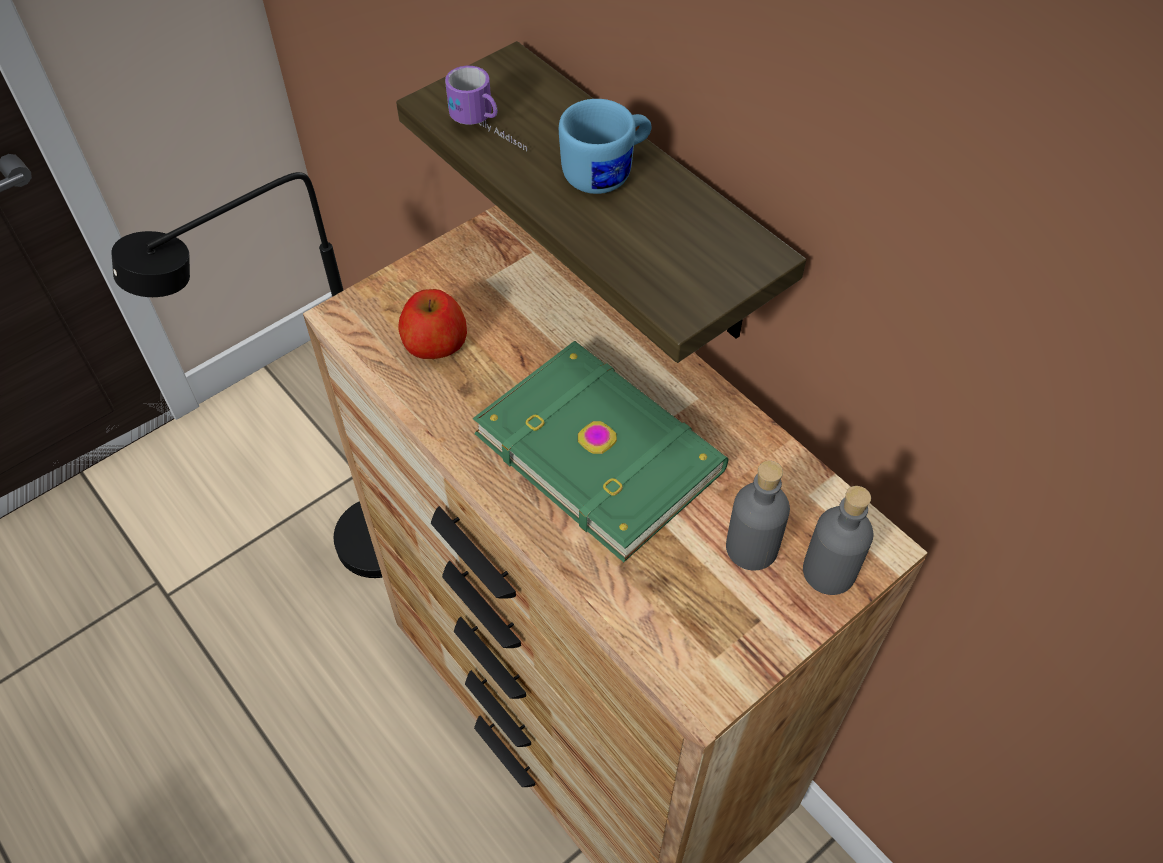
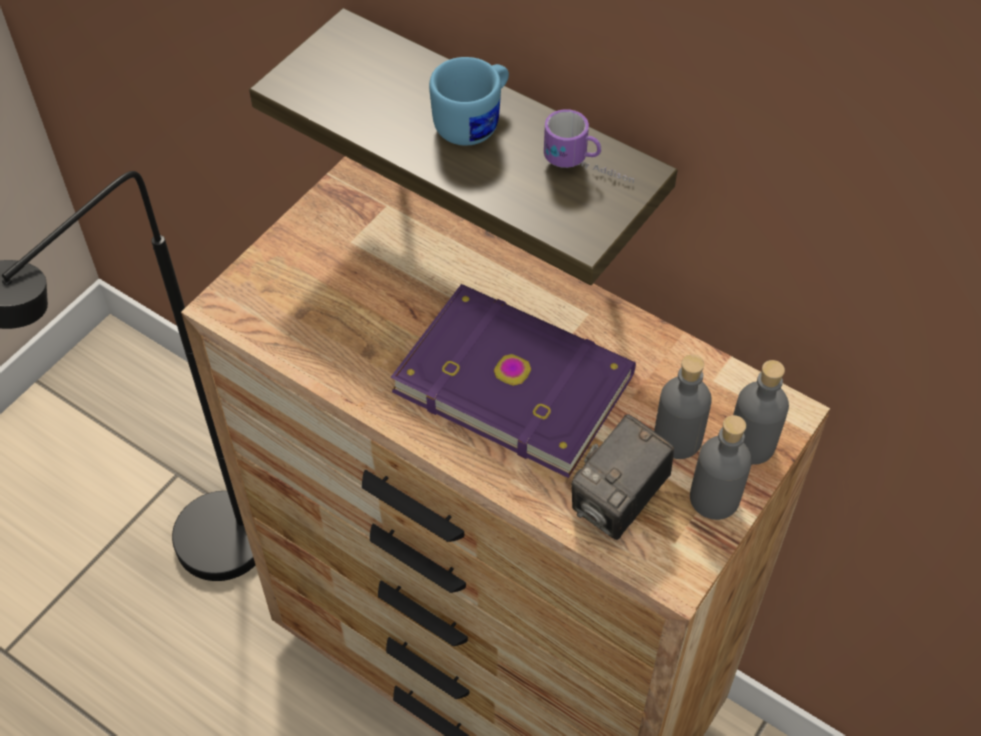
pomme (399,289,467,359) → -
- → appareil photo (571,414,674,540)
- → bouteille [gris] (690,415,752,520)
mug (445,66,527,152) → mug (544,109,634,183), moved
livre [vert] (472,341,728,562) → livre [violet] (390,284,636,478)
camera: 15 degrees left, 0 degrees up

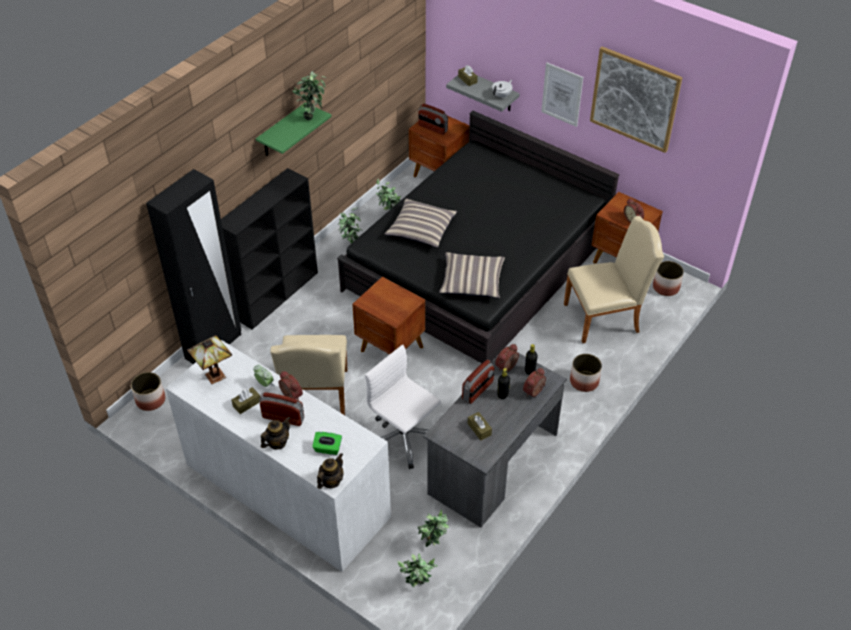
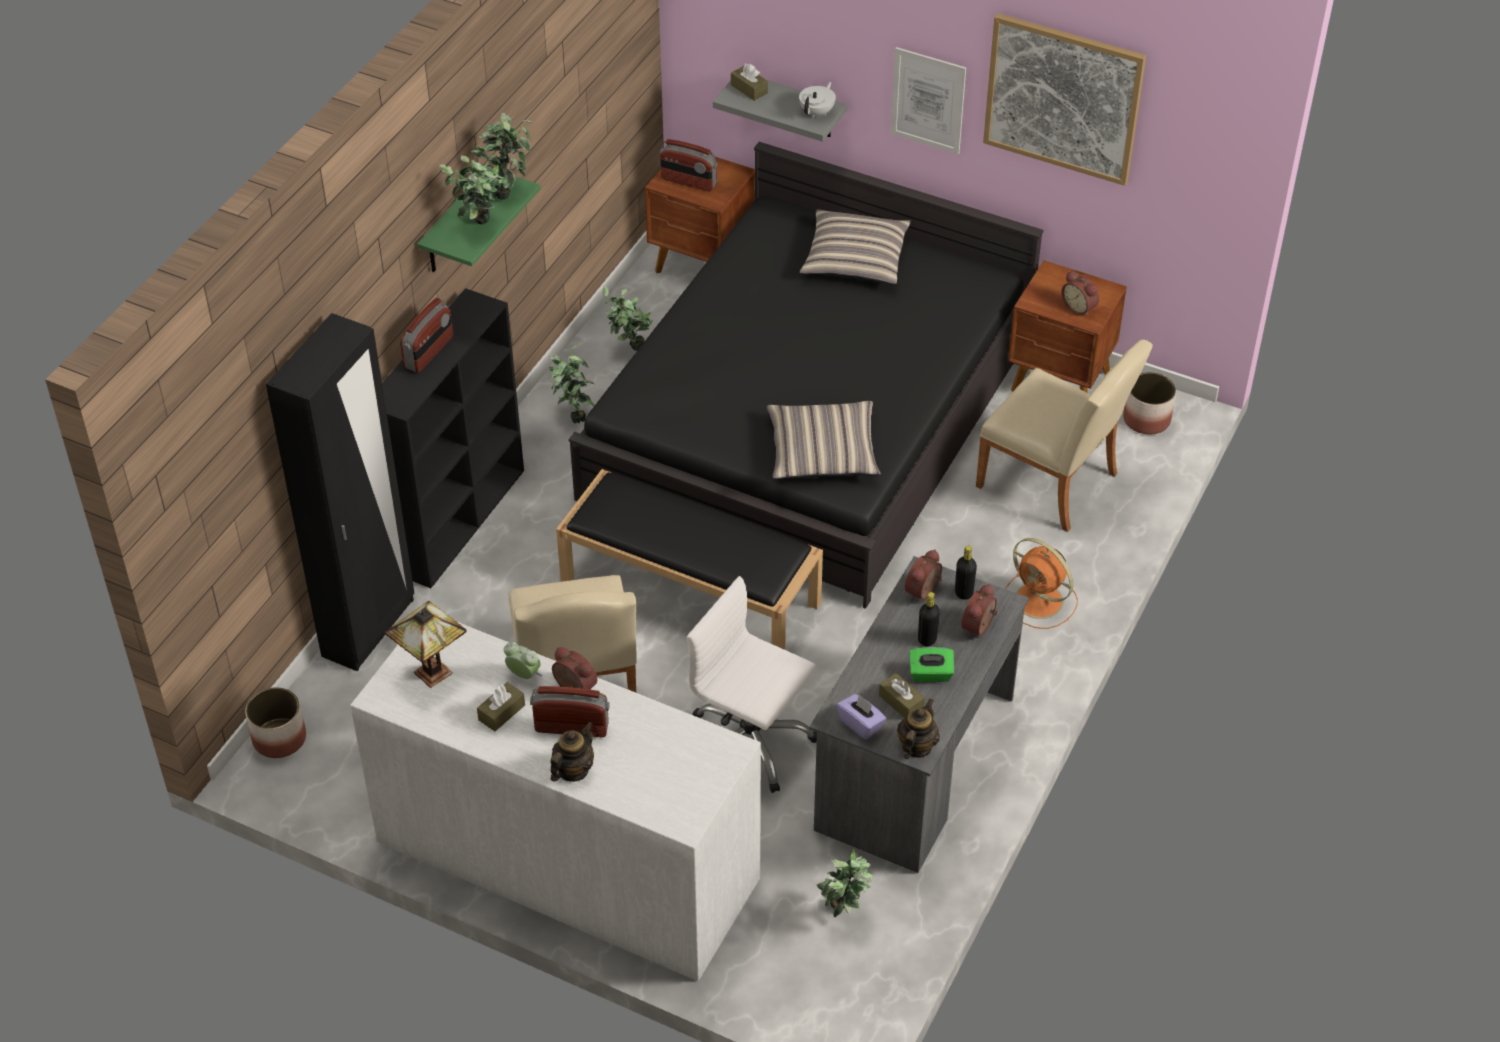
- → boîte à mouchoirs [violet] (836,694,886,740)
boîte à mouchoirs [vert] (312,432,342,455) → boîte à mouchoirs [vert] (909,647,954,682), moved
théière (317,453,343,489) → théière (897,698,940,759), moved
coussin (385,198,457,248) → coussin (800,210,911,284), moved
plante en pot (397,554,438,587) → plante en pot (439,156,505,224), moved
radio (462,360,494,404) → radio (400,298,453,373), moved
table de chevet [marron] (352,277,425,354) → banc [noir] (556,469,823,650)
cache-pot (570,354,602,392) → ventilateur [orange] (1005,538,1078,629)
chaise [beige] (564,216,664,343) → chaise [beige] (976,339,1153,532), 60 degrees clockwise
camera: 10 degrees left, 0 degrees up

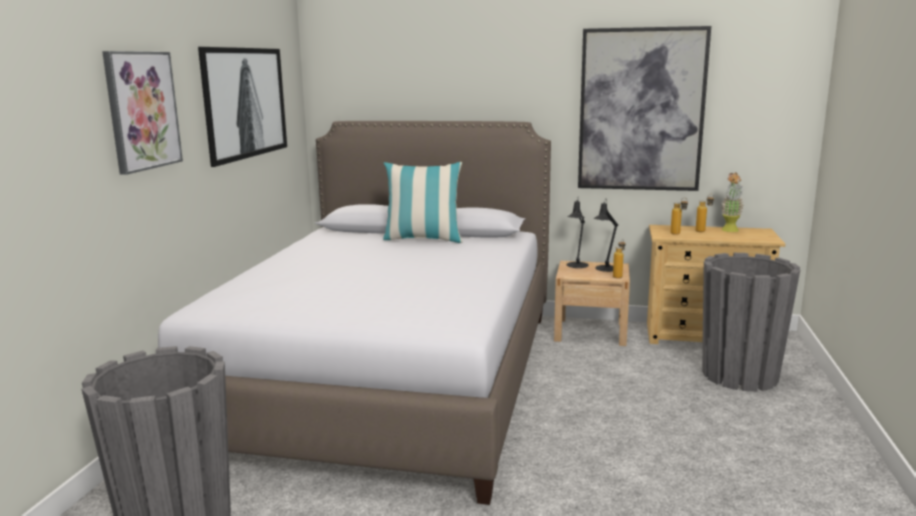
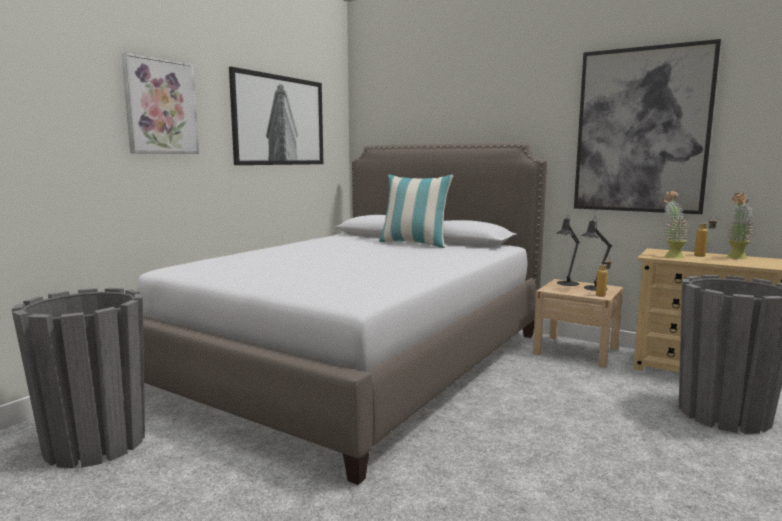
bouteille (670,198,688,235) → plante en pot (664,191,690,259)
camera: 20 degrees right, 5 degrees down

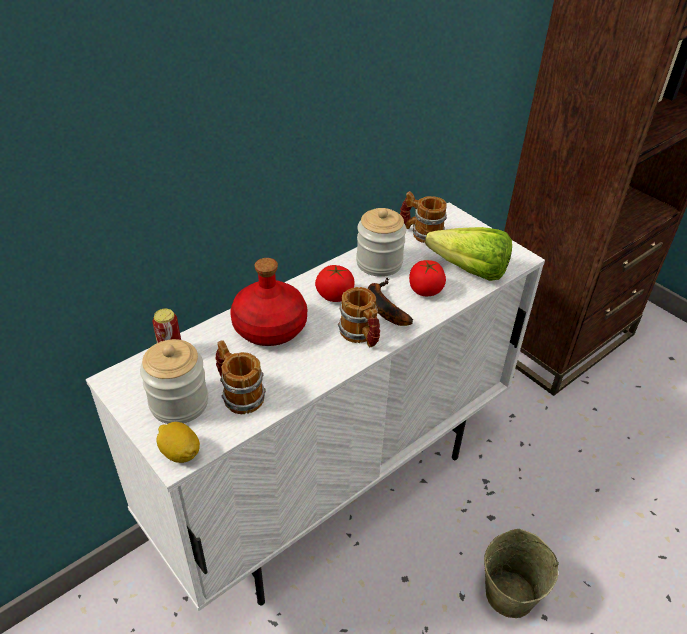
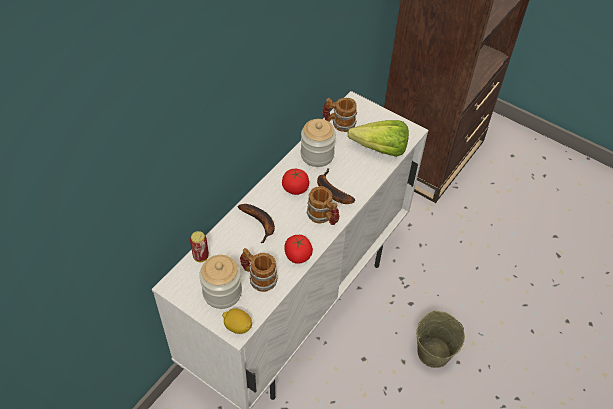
tomate (409,260,446,296) → tomate (284,235,313,264), moved
bouteille [rouge] (230,258,307,346) → banane (238,204,275,243)
camera: 15 degrees left, 10 degrees up

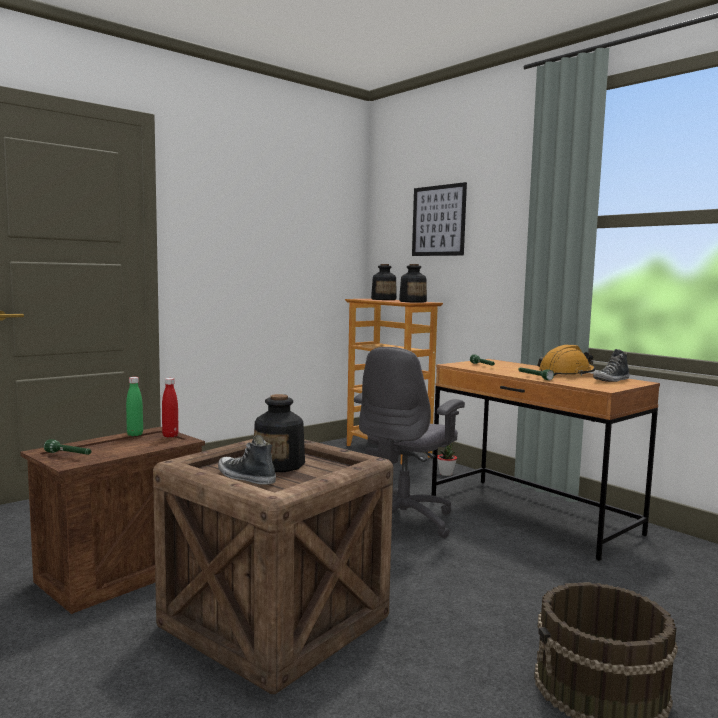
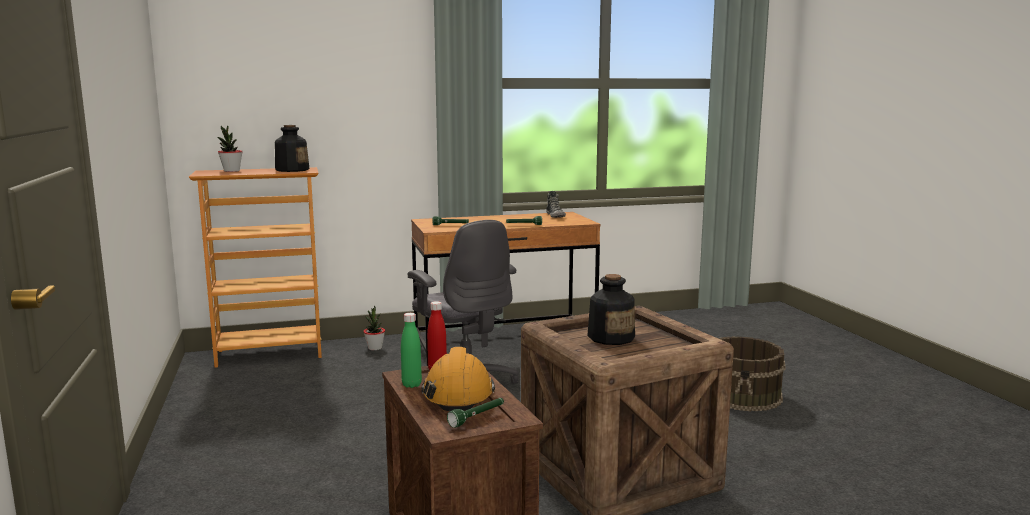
chaussure (218,435,276,485) → -
tableau (412,182,467,256) → -
casque de chantier [orange] (537,345,595,376) → casque de chantier [orange] (421,347,495,411), moved
bouteille (371,264,397,300) → plante en pot (218,126,243,172)
camera: 65 degrees left, 5 degrees up

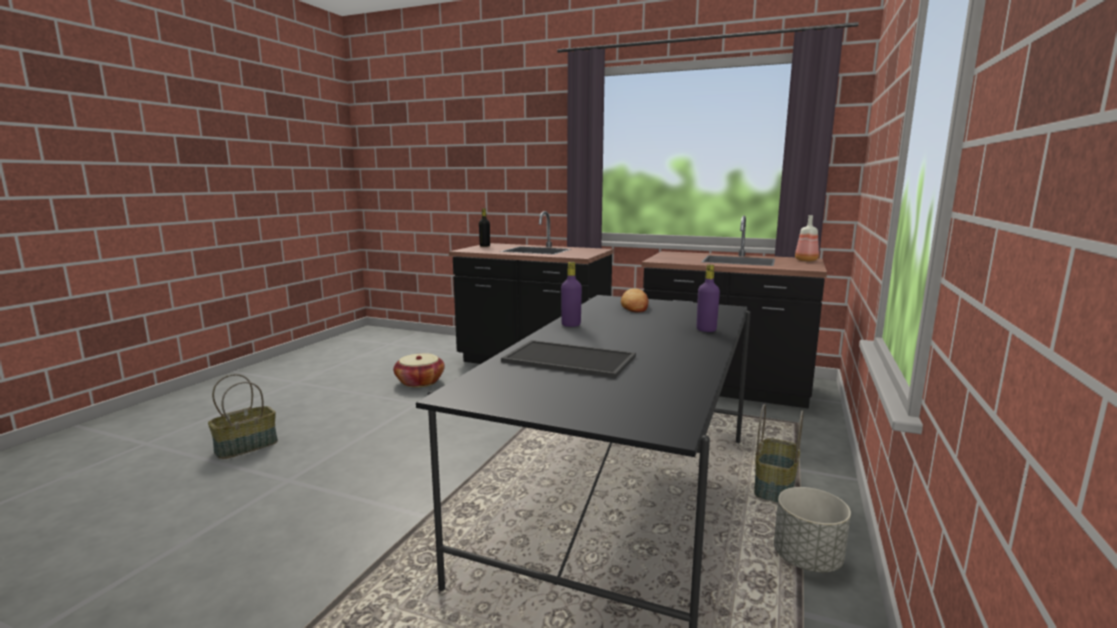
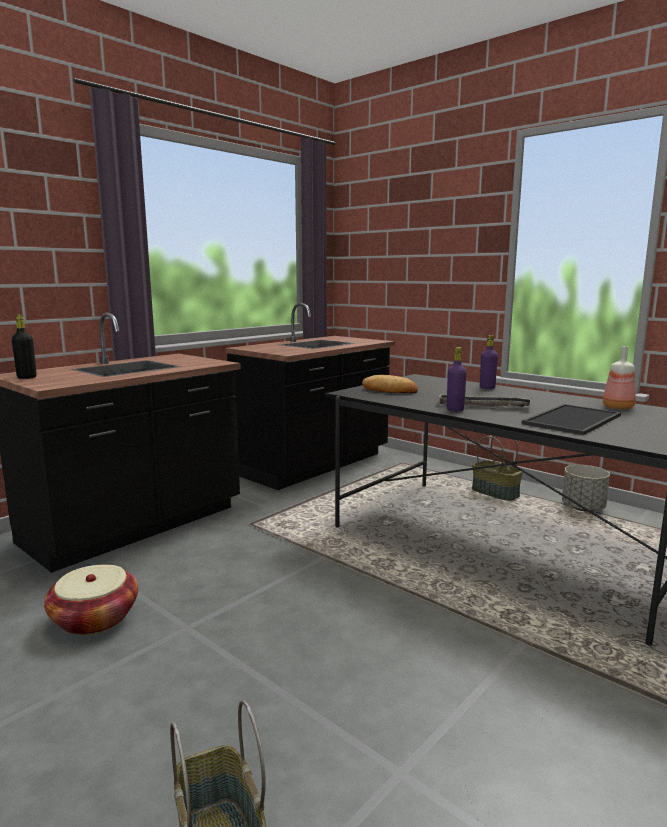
- → plateau (437,395,531,407)
bouteille (795,215,819,261) → bouteille (603,346,636,409), moved
camera: 70 degrees left, 0 degrees up

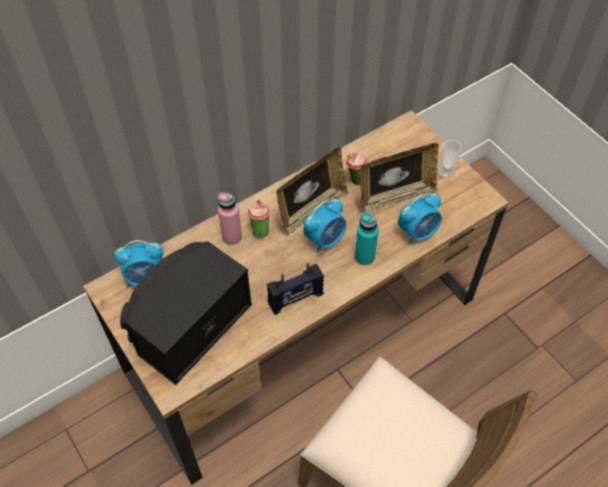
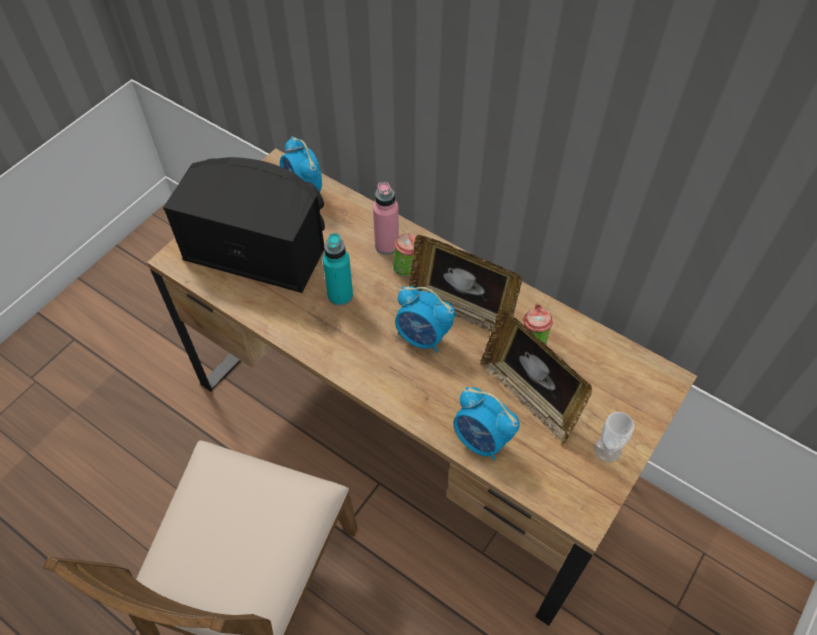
radio (267,263,324,315) → -
bouteille [turquoise] (355,213,379,265) → bouteille [turquoise] (322,233,353,306), moved
camera: 70 degrees right, 0 degrees up

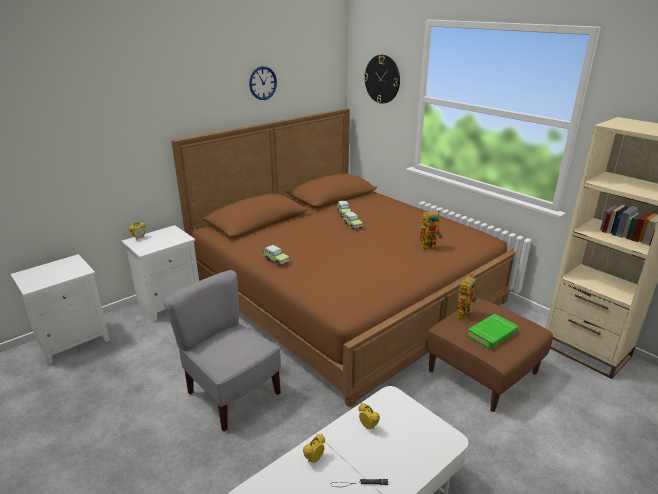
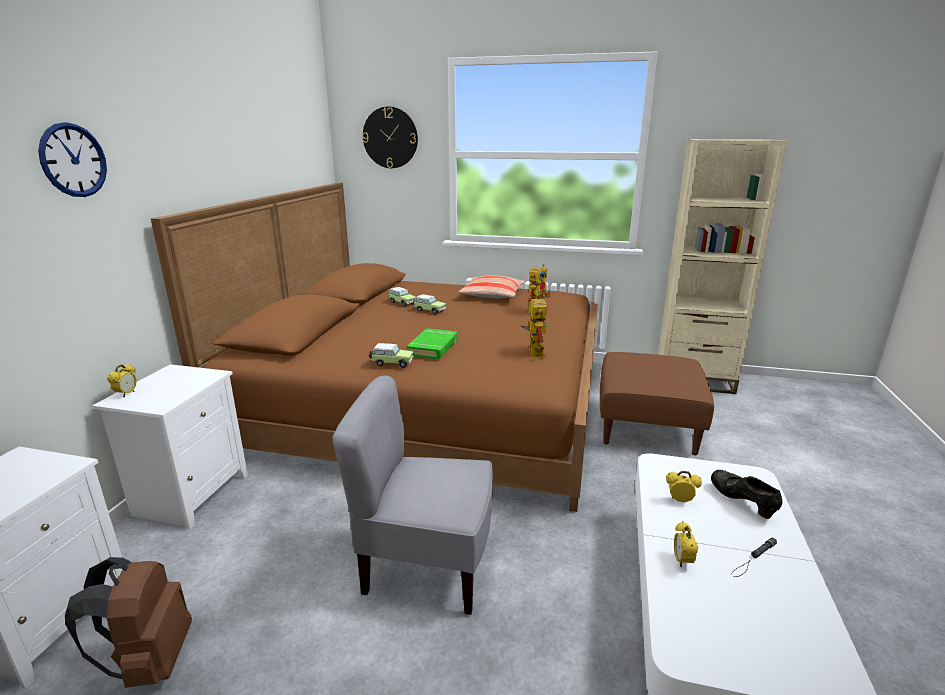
- → sac à dos [marron] (65,557,192,688)
- → coussin (458,276,525,298)
- → chaussure [noir] (711,470,782,519)
horloge murale (249,66,277,100) → horloge murale (38,122,107,197), moved
robot jouet (456,274,478,321) → robot jouet (521,295,547,357), moved
livre [vert] (467,313,518,349) → livre [vert] (407,328,457,360), moved
camera: 35 degrees left, 5 degrees down

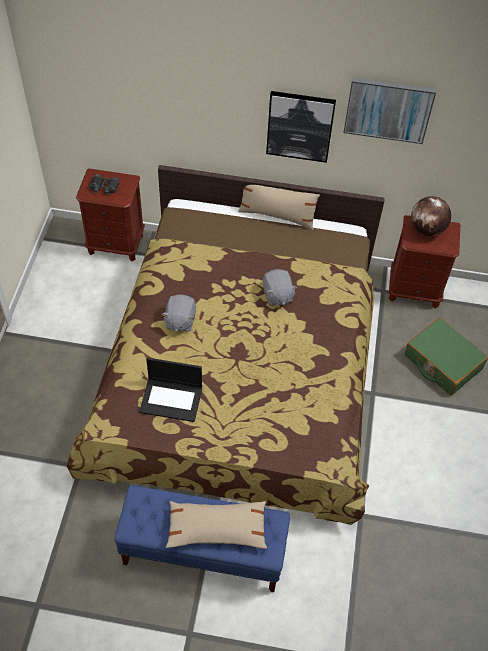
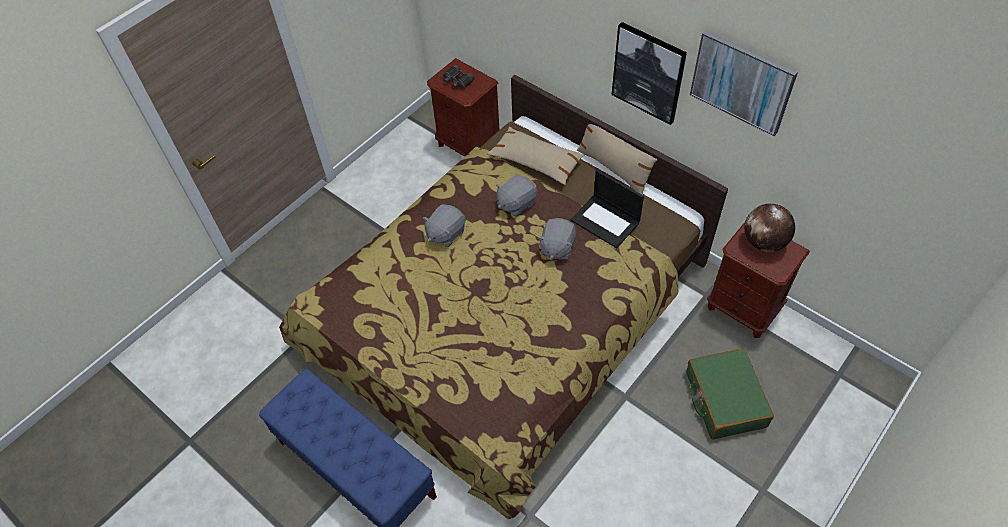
- → peluche [gris] (496,175,537,217)
ordinateur portable (139,357,202,422) → ordinateur portable (571,170,644,248), moved
coussin [beige] (166,501,267,549) → coussin [beige] (487,127,585,185), moved
camera: 35 degrees right, 0 degrees up

